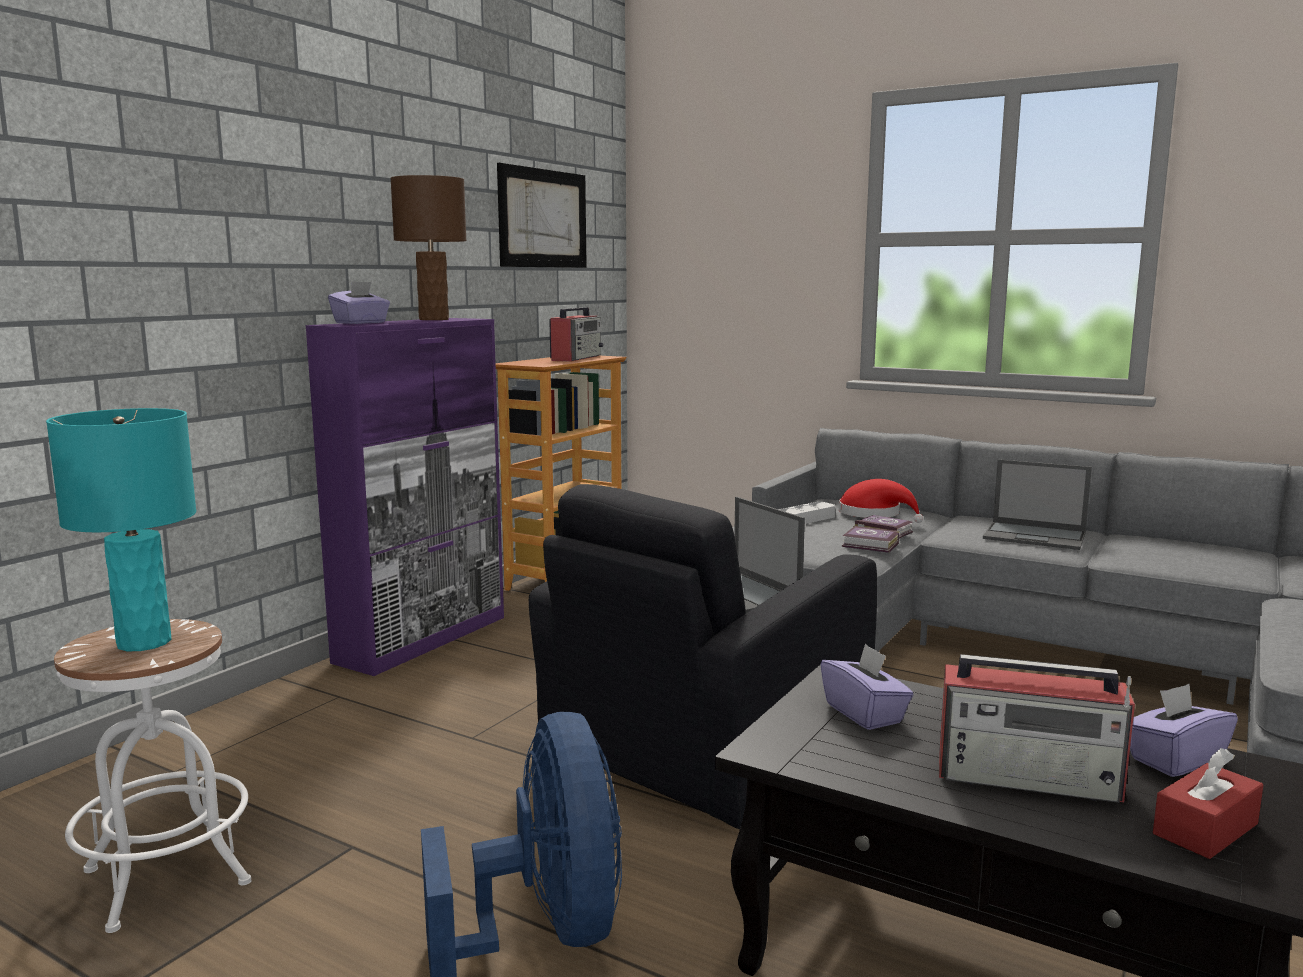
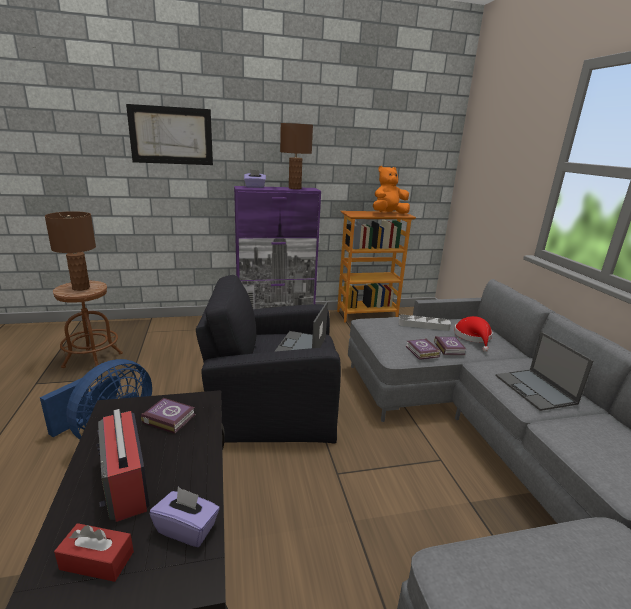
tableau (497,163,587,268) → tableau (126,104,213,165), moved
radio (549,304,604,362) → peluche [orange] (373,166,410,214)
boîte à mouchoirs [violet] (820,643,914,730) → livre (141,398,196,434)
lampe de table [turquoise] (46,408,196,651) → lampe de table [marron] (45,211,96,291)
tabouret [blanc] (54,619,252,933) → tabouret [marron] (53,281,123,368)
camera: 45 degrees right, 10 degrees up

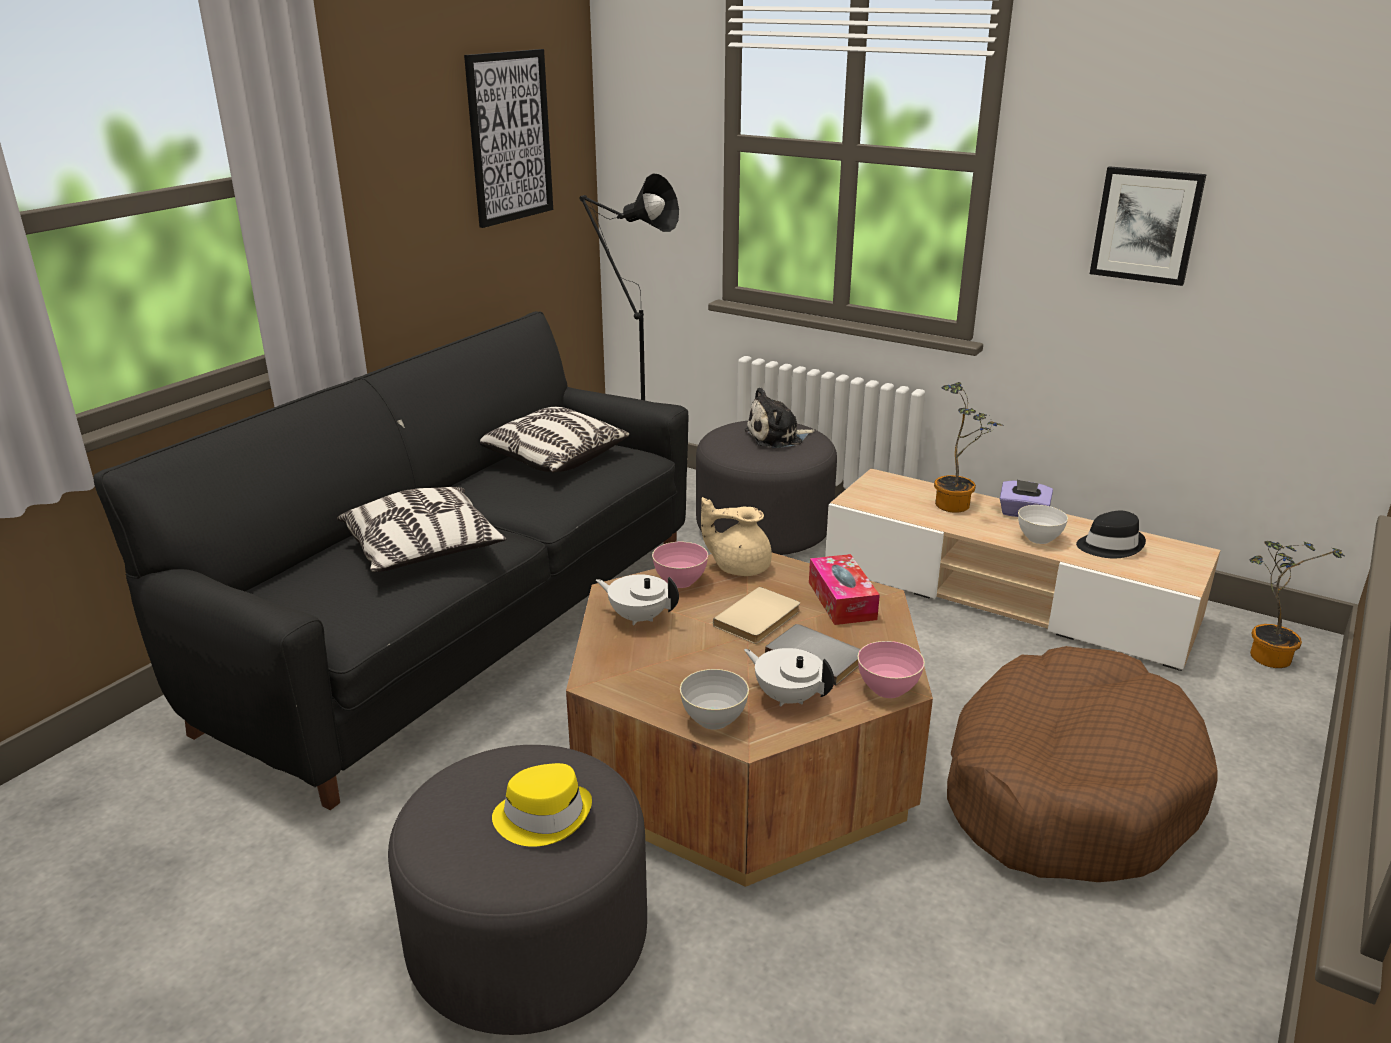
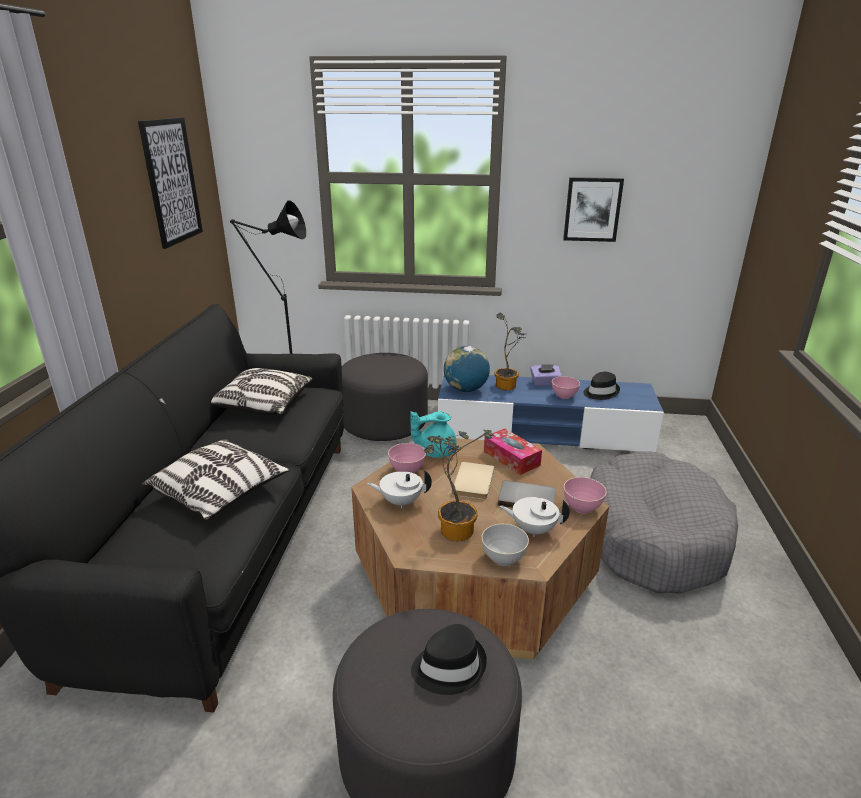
peluche (745,387,815,448) → -
- → globe (444,346,490,392)
plante en pot (1249,541,1345,668) → plante en pot (424,430,494,541), moved
chapeau [jaune] (492,763,592,847) → chapeau [noir] (411,624,487,695)
théière [beige] (701,497,772,576) → théière [turquoise] (410,411,457,458)
meuble télé [beige] (825,469,1220,671) → meuble télé [bleu] (438,375,664,452)
panier pour chien [marron] (947,646,1218,882) → panier pour chien [gris] (590,452,738,594)
bol [blanc] (1018,505,1068,544) → bol [rose] (552,376,580,399)
camera: 25 degrees left, 0 degrees up

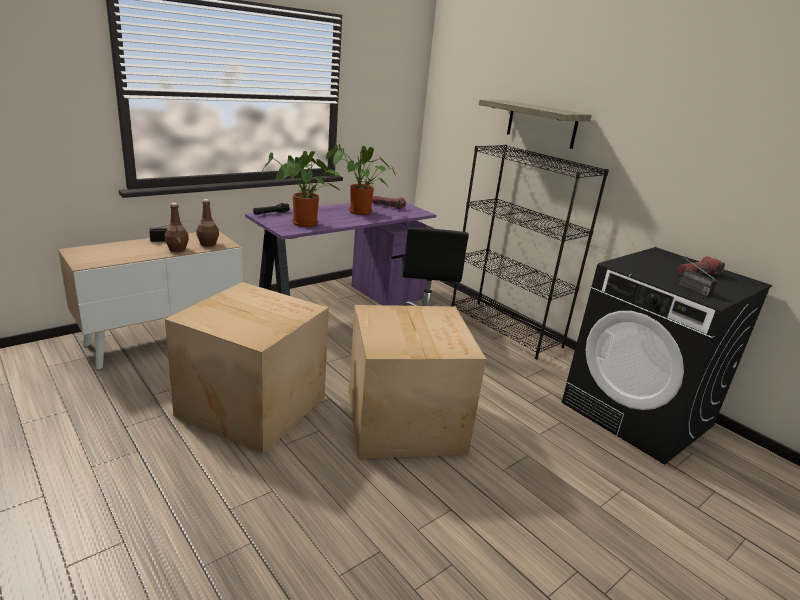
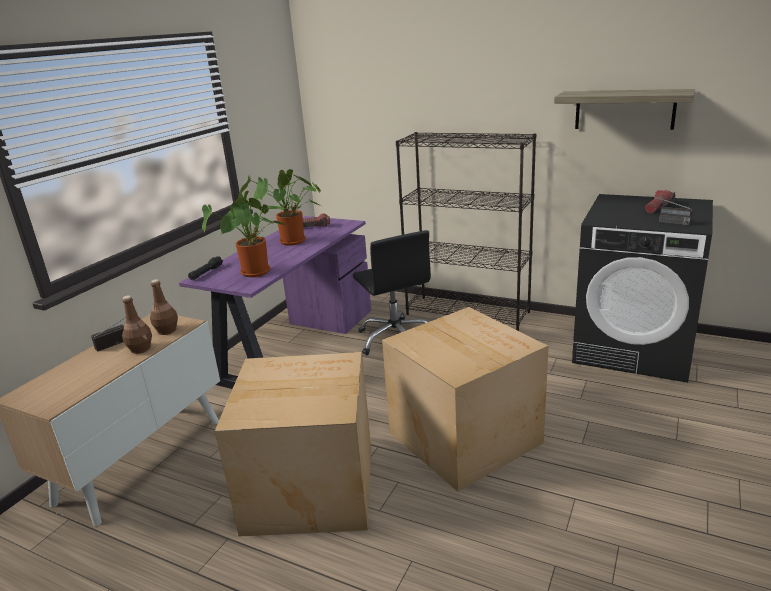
étagère (479,99,592,149) → étagère (554,89,695,130), moved
camera: 20 degrees left, 0 degrees up

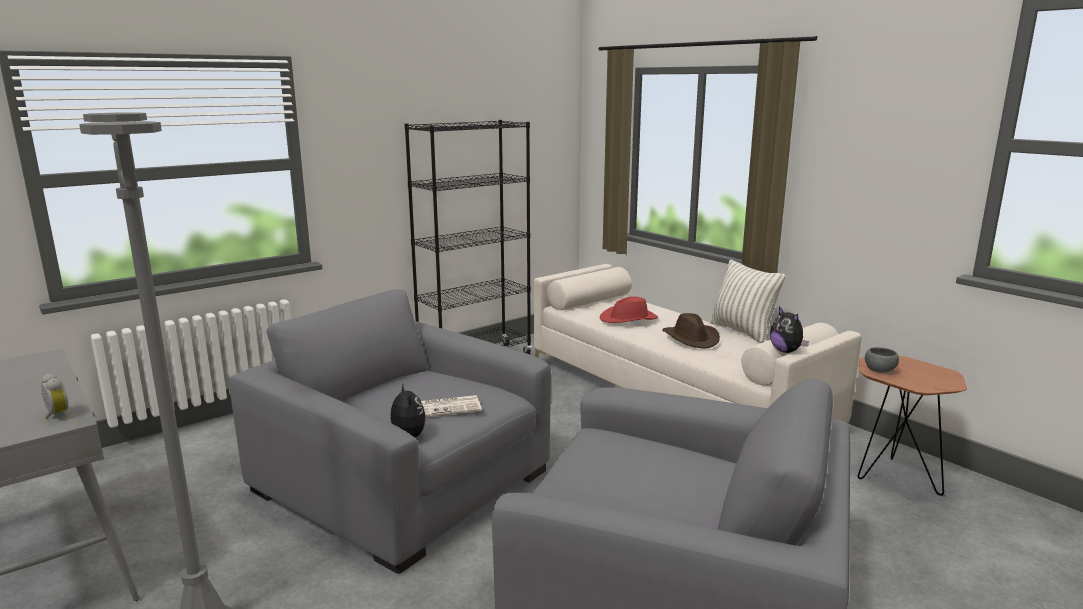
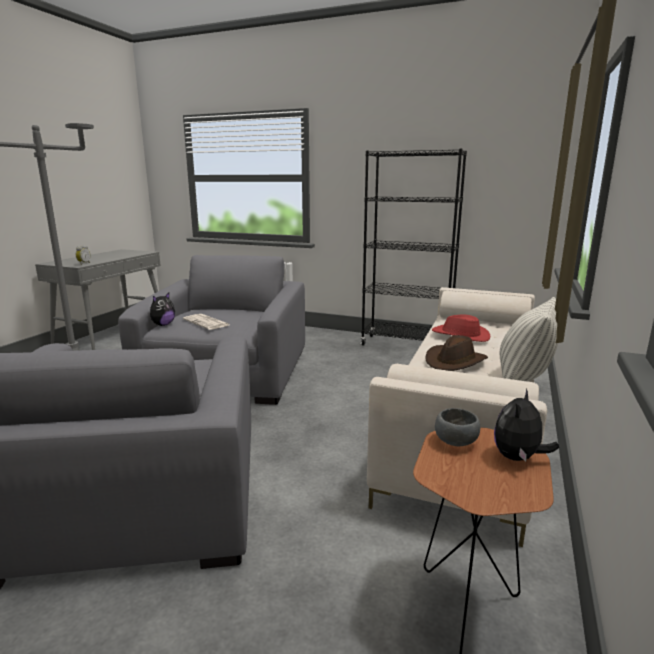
peluche (770,307,809,353) → peluche (494,388,559,462), moved
camera: 60 degrees right, 0 degrees up

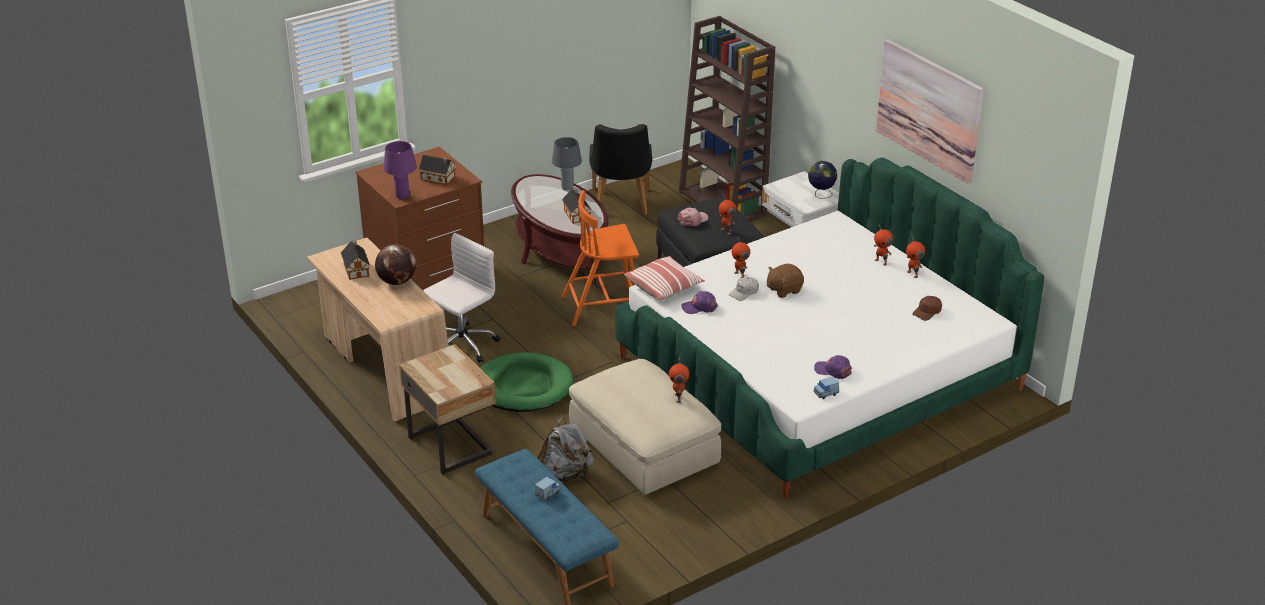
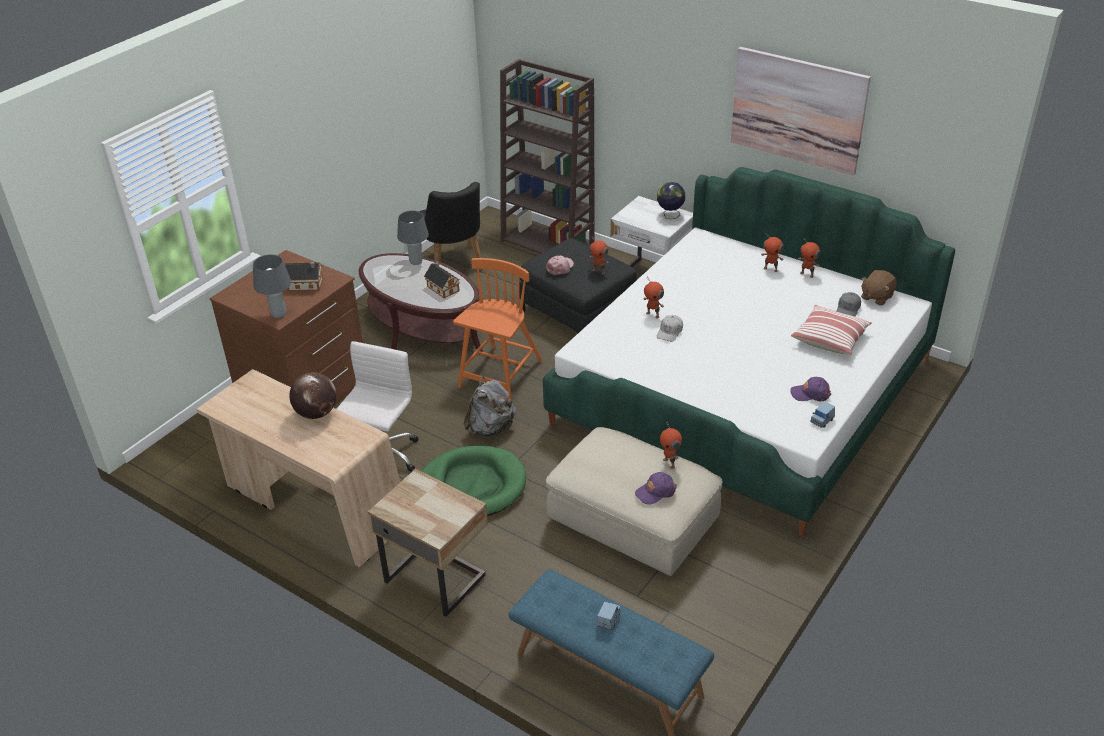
maison miniature (341,240,370,280) → -
sac à dos [gris] (537,417,594,481) → sac à dos [gris] (464,377,516,436), moved
coussin (624,256,705,300) → coussin (791,305,872,355), moved
casquette [violet] (681,291,718,314) → casquette [violet] (635,472,677,505), moved
peluche [marron] (767,263,804,298) → peluche [marron] (861,270,897,306), moved
lampe de table [violet] (384,141,417,199) → lampe de table [gris] (253,254,291,318)
casquette [marron] (912,296,942,321) → casquette [gris] (837,292,861,317)
chaise [orange] (562,190,639,326) → chaise [orange] (453,258,543,401), 150 degrees clockwise
camera: 20 degrees left, 5 degrees up

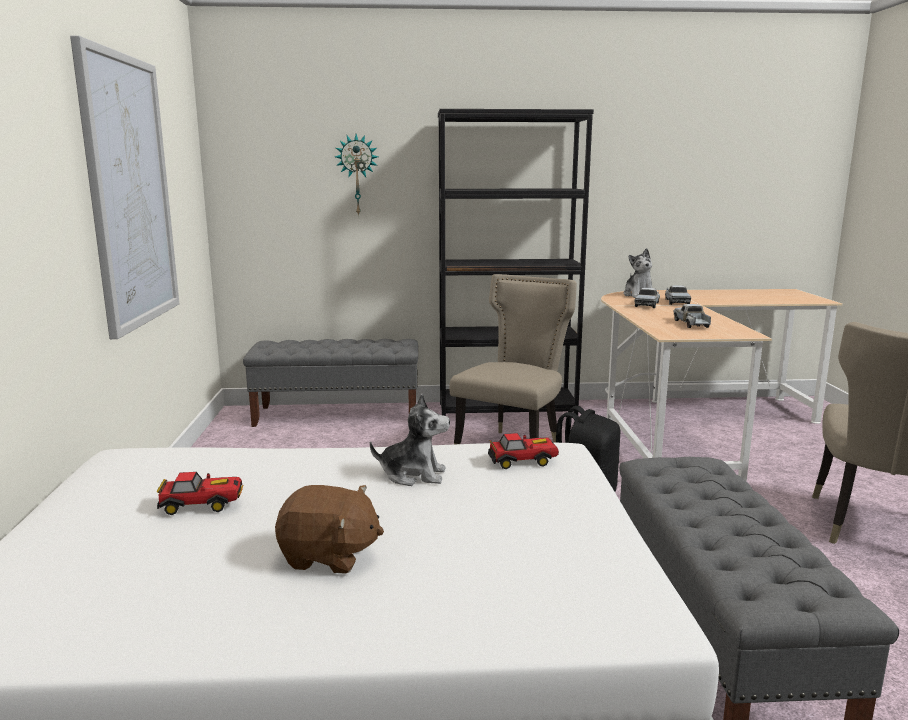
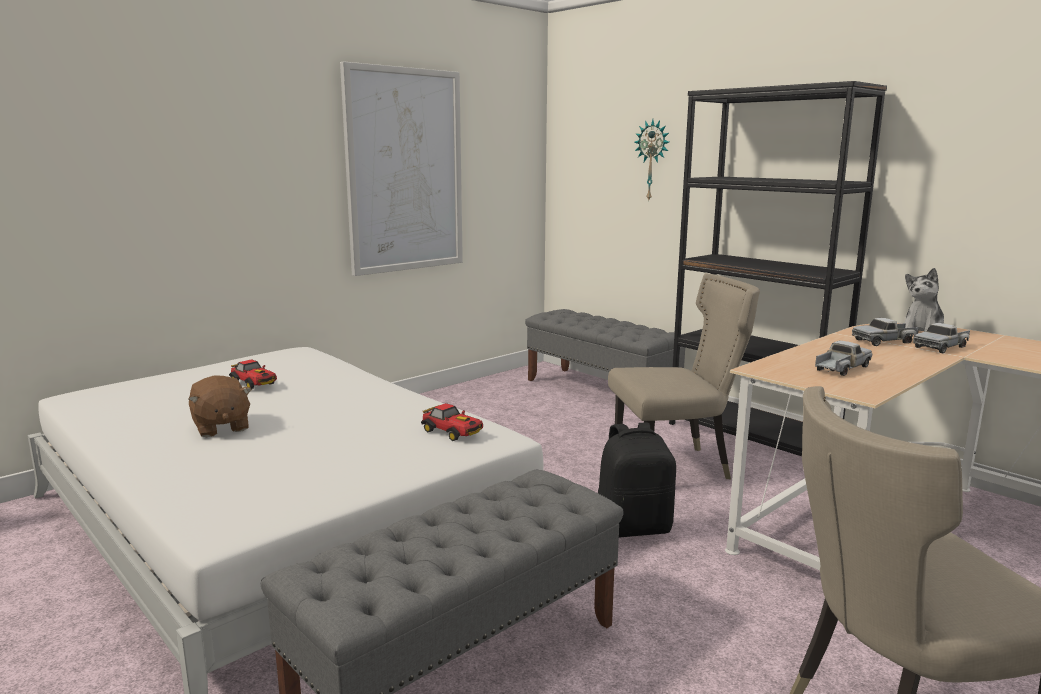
peluche (370,394,450,486) → -
camera: 50 degrees right, 0 degrees up

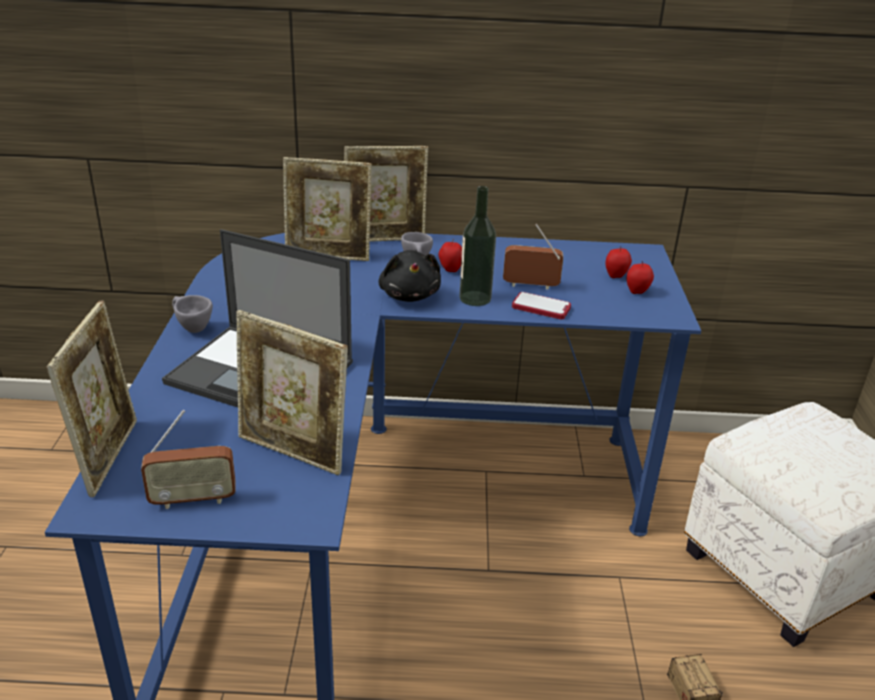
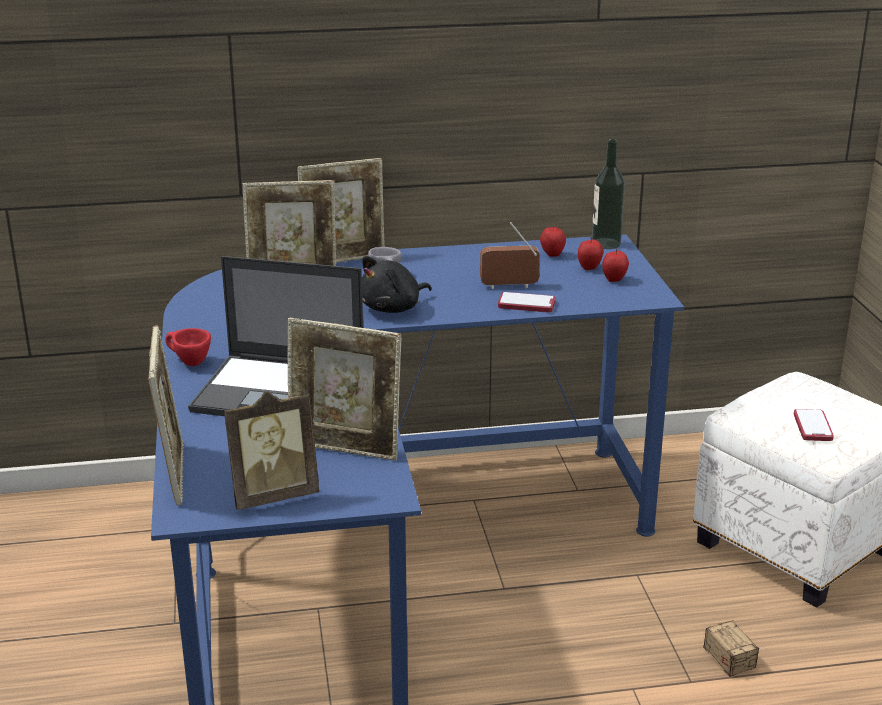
- → téléphone (794,409,834,441)
pomme (438,239,462,272) → pomme (540,224,566,257), moved
bouteille (459,186,496,306) → bouteille (592,139,625,249), moved
radio (141,410,235,509) → cadre photo (224,391,319,510)
tasse [gris] (172,295,213,333) → tasse [rouge] (165,328,211,366)
peluche [noir] (378,250,441,302) → peluche [noir] (362,256,432,313), 75 degrees clockwise
camera: 10 degrees left, 5 degrees down

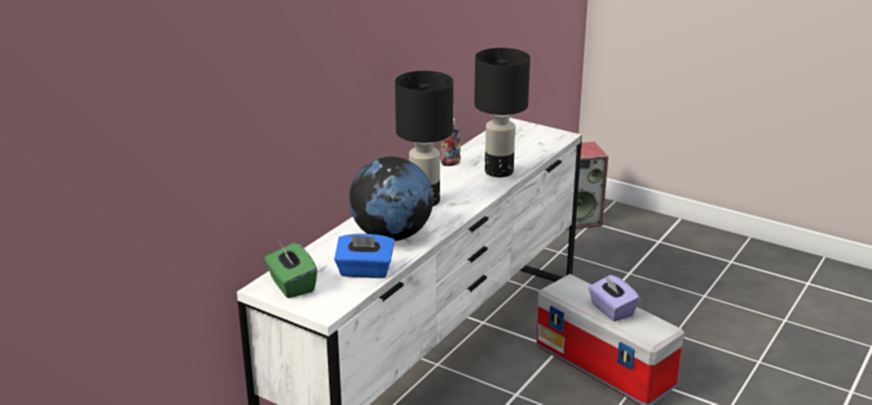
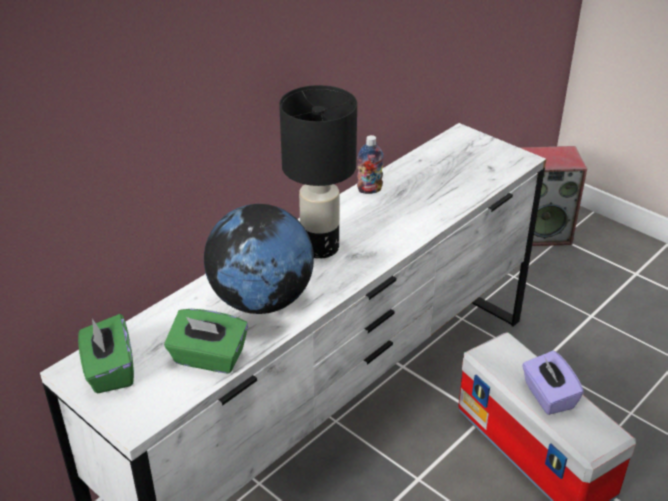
lampe de table [noir] (474,48,530,177) → -
boîte à mouchoirs [bleu] (334,234,395,278) → boîte à mouchoirs [vert] (164,309,248,374)
camera: 10 degrees right, 10 degrees up

